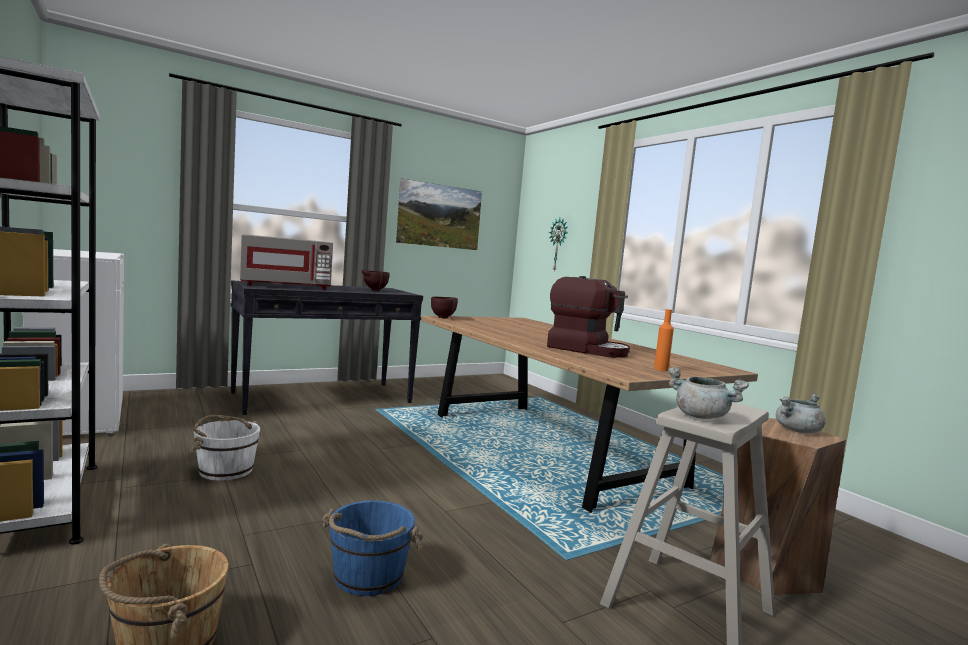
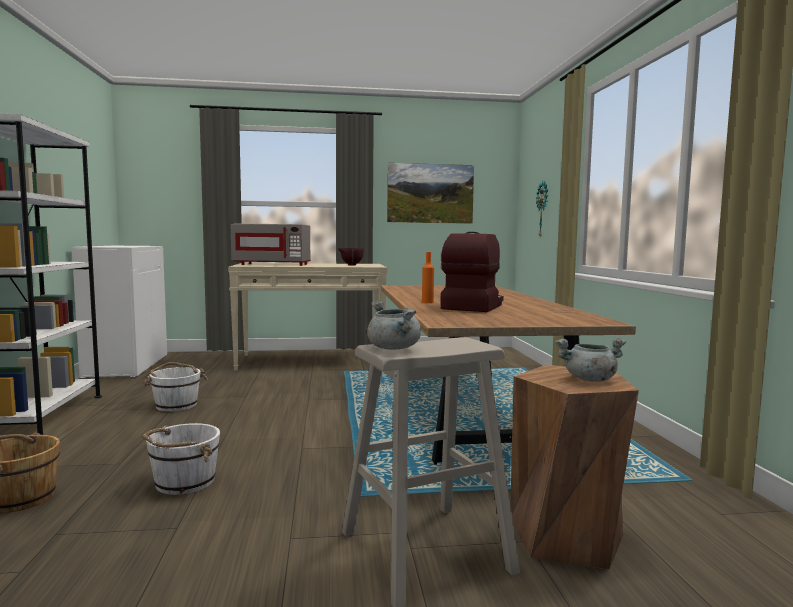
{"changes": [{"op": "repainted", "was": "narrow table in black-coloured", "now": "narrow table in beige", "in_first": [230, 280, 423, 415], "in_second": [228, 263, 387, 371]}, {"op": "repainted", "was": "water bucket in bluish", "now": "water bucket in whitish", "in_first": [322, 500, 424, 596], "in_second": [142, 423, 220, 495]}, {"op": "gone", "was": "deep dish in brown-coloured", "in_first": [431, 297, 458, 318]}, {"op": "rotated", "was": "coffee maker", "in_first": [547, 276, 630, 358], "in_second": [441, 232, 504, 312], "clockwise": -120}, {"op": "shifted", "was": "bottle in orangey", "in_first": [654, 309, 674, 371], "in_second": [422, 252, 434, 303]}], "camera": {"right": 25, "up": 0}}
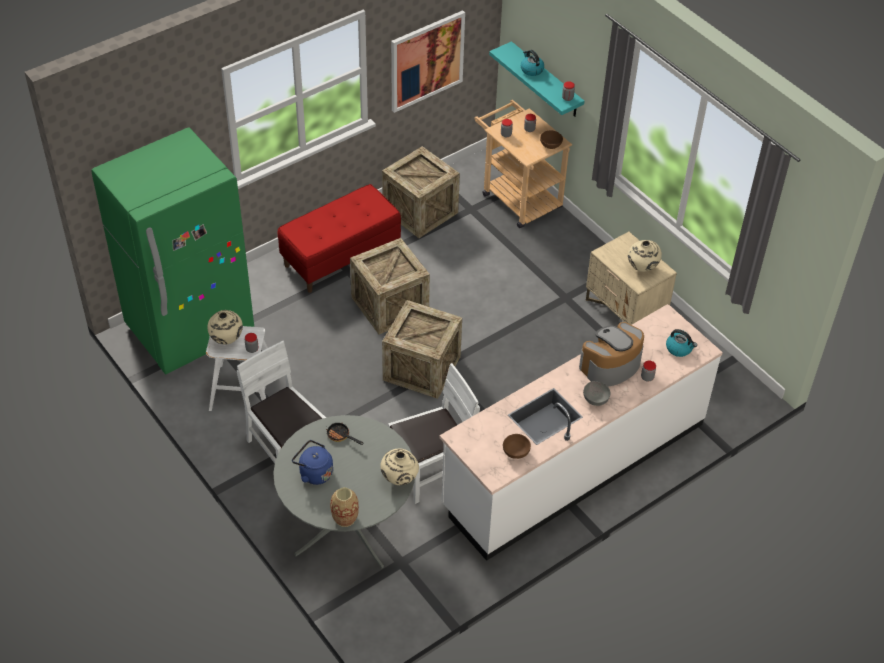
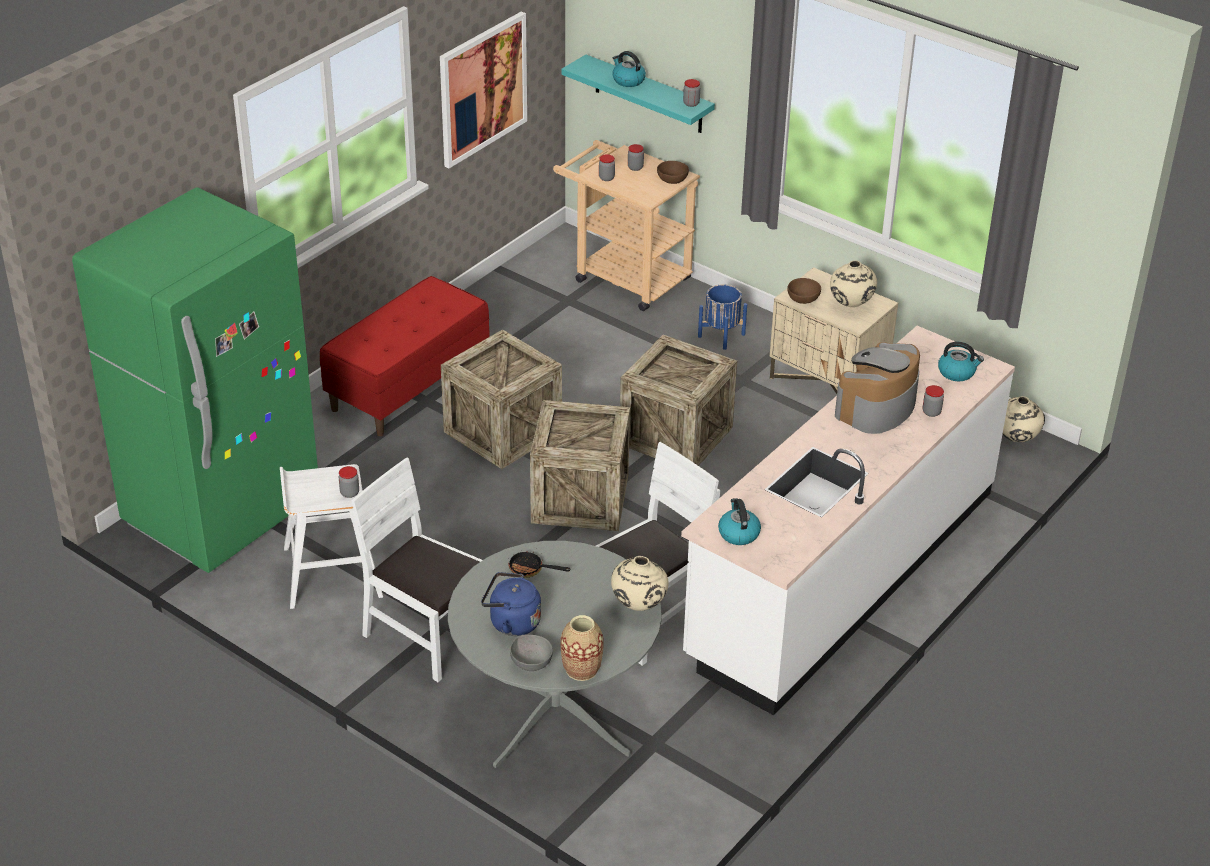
{"changes": [{"op": "shifted", "was": "vase in beige", "in_first": [207, 310, 243, 345], "in_second": [1003, 396, 1045, 442]}, {"op": "shifted", "was": "shipping crate", "in_first": [382, 146, 460, 238], "in_second": [620, 335, 737, 466]}, {"op": "shifted", "was": "deep dish in brown-coloured", "in_first": [503, 434, 531, 459], "in_second": [787, 278, 821, 304]}, {"op": "shifted", "was": "deep dish in grey", "in_first": [583, 381, 611, 406], "in_second": [510, 635, 553, 671]}, {"op": "new", "now": "plant pot in bluish", "in_second": [698, 284, 747, 350]}, {"op": "new", "now": "tea kettle", "in_second": [718, 498, 761, 545]}], "camera": {"right": -15, "up": -10}}
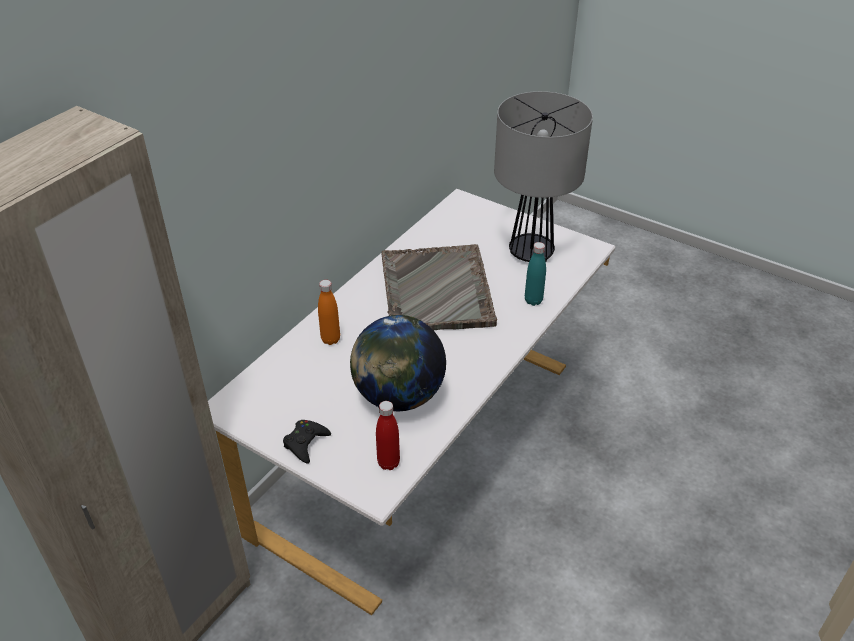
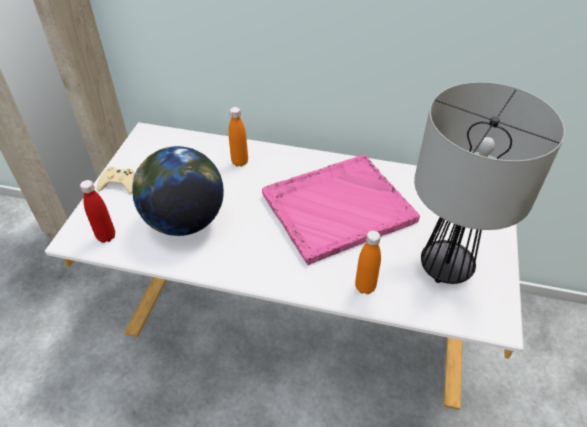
{"changes": [{"op": "repainted", "was": "game controller in black-coloured", "now": "game controller in beige", "in_first": [283, 420, 331, 464], "in_second": [97, 167, 135, 194]}, {"op": "repainted", "was": "serving tray in grey", "now": "serving tray in pink", "in_first": [381, 244, 497, 331], "in_second": [262, 155, 420, 265]}, {"op": "repainted", "was": "bottle in turquoise", "now": "bottle in orangey", "in_first": [525, 242, 546, 306], "in_second": [355, 231, 381, 294]}], "camera": {"right": 70, "up": 5}}
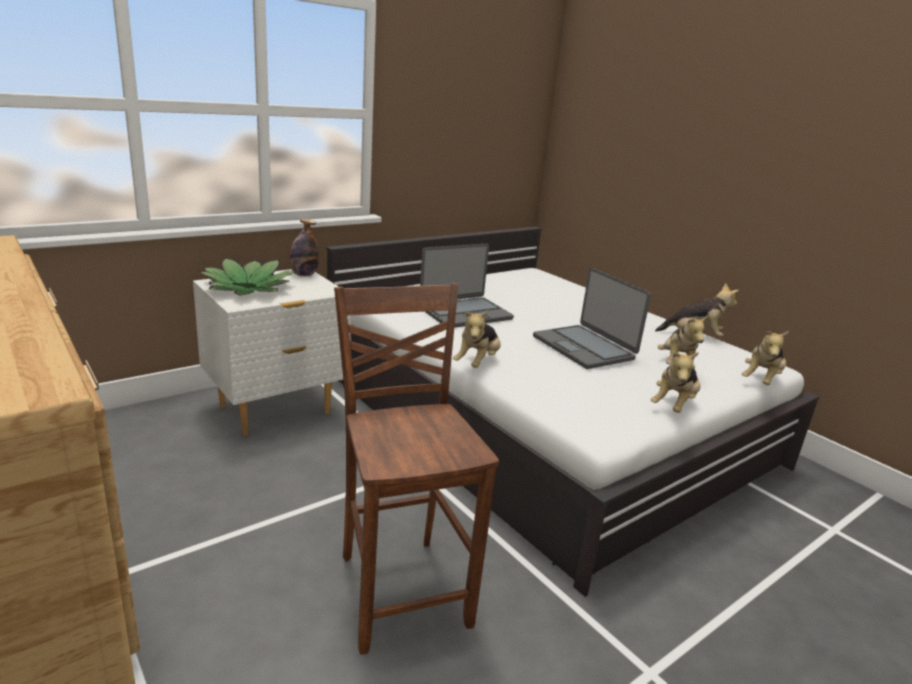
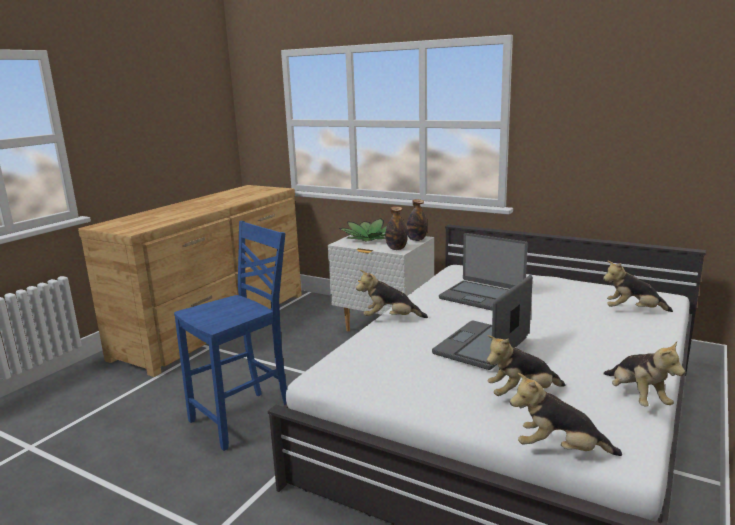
{"changes": [{"op": "repainted", "was": "plain chair in brown-coloured", "now": "plain chair in bluish", "in_first": [334, 283, 499, 655], "in_second": [174, 221, 287, 451]}, {"op": "shifted", "was": "soft toy", "in_first": [651, 352, 701, 413], "in_second": [603, 260, 673, 312]}, {"op": "new", "now": "bottle", "in_second": [385, 206, 408, 250]}], "camera": {"right": 70, "up": -5}}
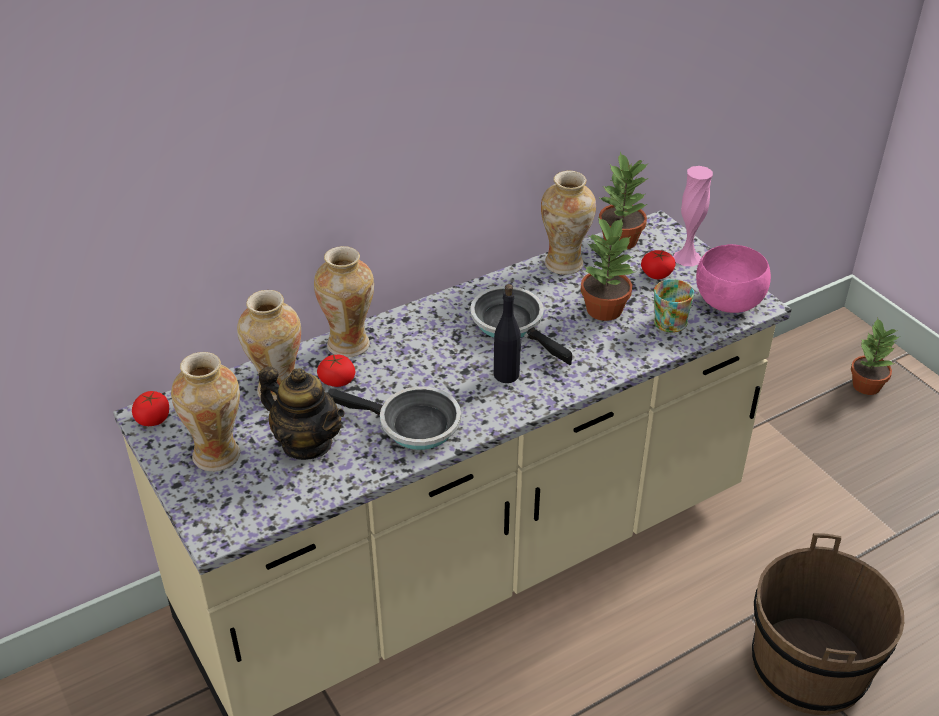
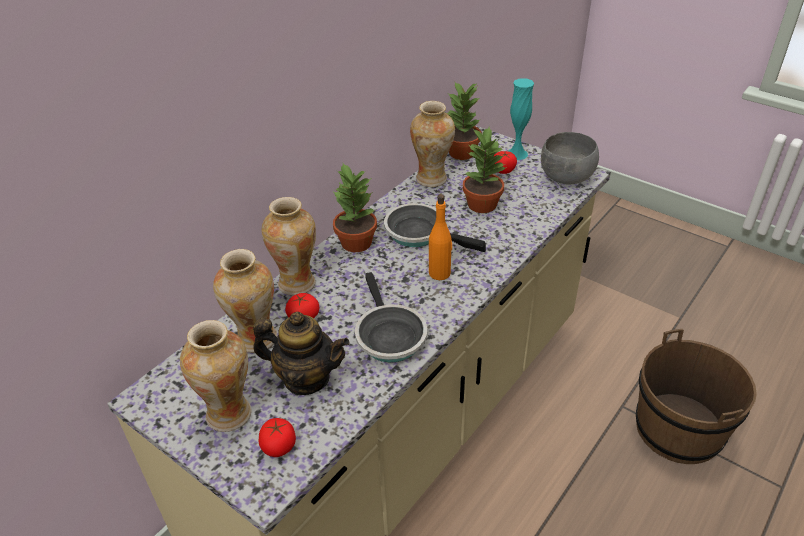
{"changes": [{"op": "shifted", "was": "fresh tomato", "in_first": [132, 391, 169, 426], "in_second": [259, 418, 296, 457]}, {"op": "rotated", "was": "frying pan", "in_first": [327, 387, 461, 450], "in_second": [355, 272, 427, 362], "clockwise": 75}, {"op": "repainted", "was": "bottle in black-coloured", "now": "bottle in orangey", "in_first": [494, 284, 522, 383], "in_second": [429, 194, 452, 280]}, {"op": "gone", "was": "tea mug", "in_first": [654, 279, 694, 333]}, {"op": "repainted", "was": "vase in pink", "now": "vase in turquoise", "in_first": [673, 166, 713, 266], "in_second": [508, 78, 534, 160]}, {"op": "repainted", "was": "deep dish in pink", "now": "deep dish in grey", "in_first": [696, 244, 771, 313], "in_second": [541, 132, 599, 185]}, {"op": "shifted", "was": "potted plant", "in_first": [851, 318, 899, 395], "in_second": [332, 163, 377, 252]}], "camera": {"right": -20, "up": 0}}
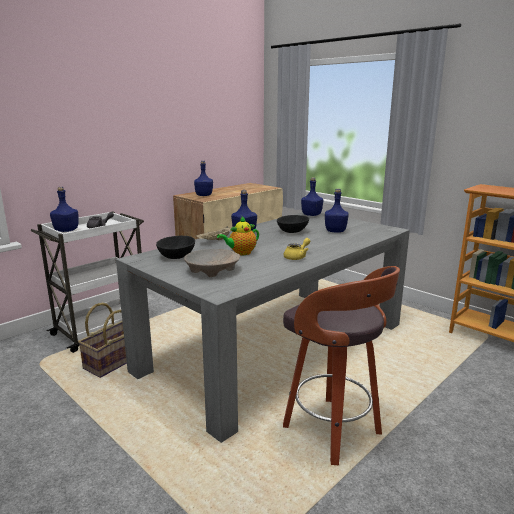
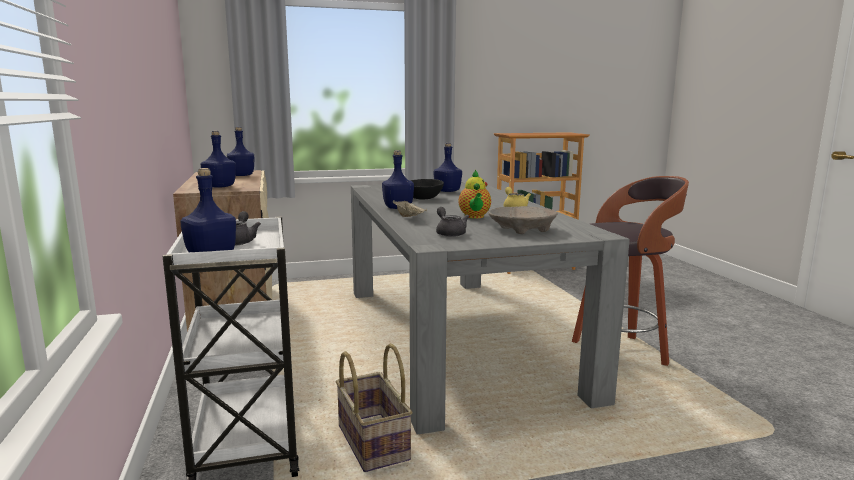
{"changes": [{"op": "swapped", "was": "deep dish in black-coloured", "now": "pot for tea in grey", "in_first": [156, 236, 195, 259], "in_second": [436, 207, 469, 237]}, {"op": "shifted", "was": "bottle in bluish", "in_first": [301, 178, 324, 216], "in_second": [227, 127, 254, 176]}], "camera": {"right": -60, "up": -5}}
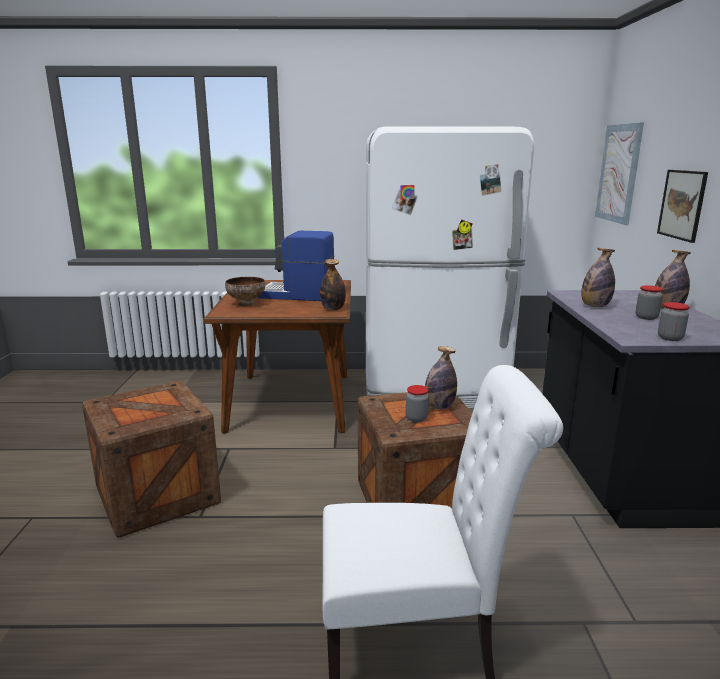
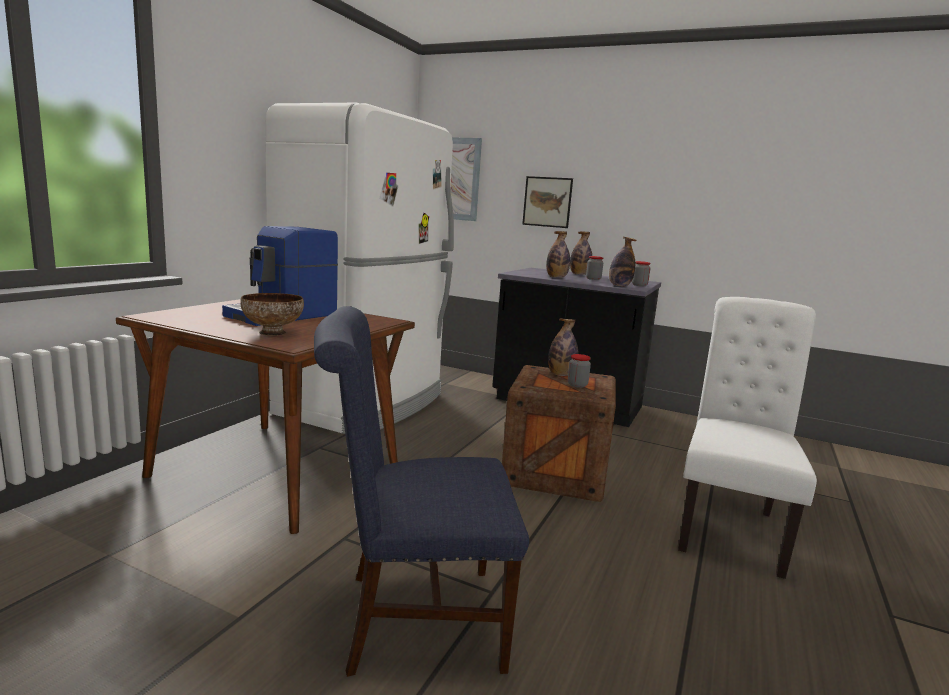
{"changes": [{"op": "swapped", "was": "shipping crate", "now": "plain chair in bluish", "in_first": [82, 381, 221, 538], "in_second": [314, 306, 529, 677]}, {"op": "shifted", "was": "bottle", "in_first": [320, 259, 346, 310], "in_second": [609, 237, 636, 287]}], "camera": {"right": -65, "up": -5}}
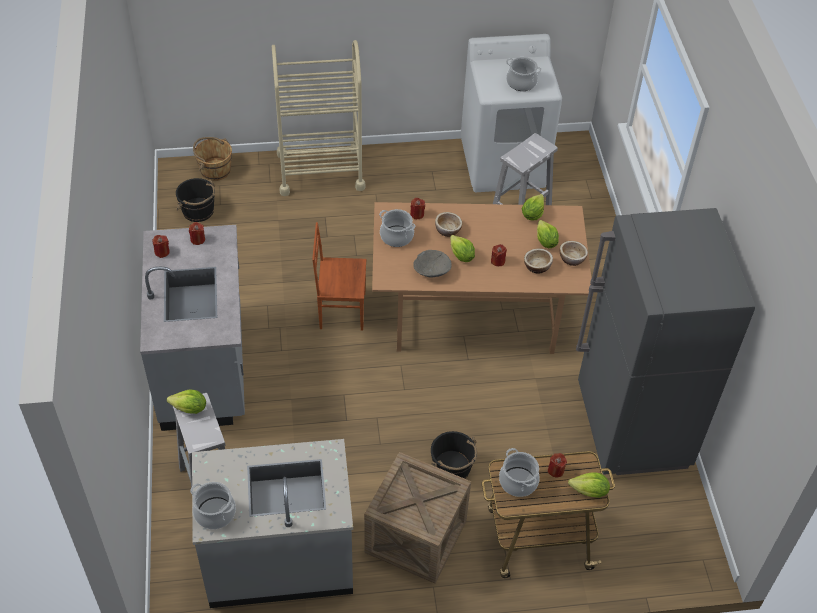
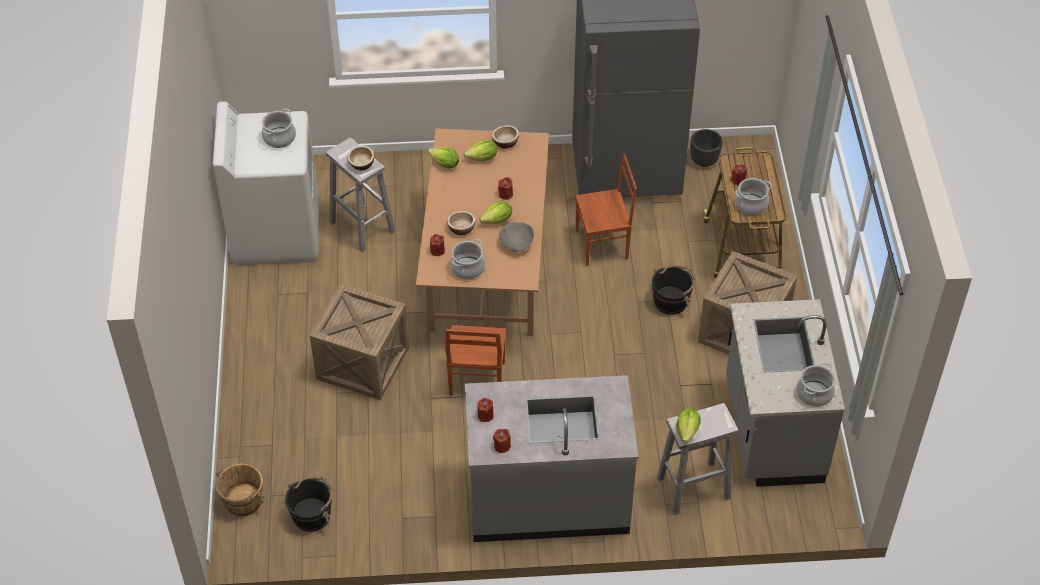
{"changes": [{"op": "gone", "was": "trolley in beige", "in_first": [272, 40, 365, 196]}, {"op": "shifted", "was": "deep dish", "in_first": [524, 248, 553, 273], "in_second": [347, 145, 374, 170]}, {"op": "gone", "was": "lettuce head", "in_first": [568, 472, 610, 498]}, {"op": "new", "now": "shipping crate", "in_second": [310, 284, 409, 400]}, {"op": "new", "now": "plain chair in brown-coloured", "in_second": [575, 153, 637, 266]}, {"op": "new", "now": "plant pot in black-coloured", "in_second": [690, 129, 723, 167]}], "camera": {"right": -85, "up": 0}}
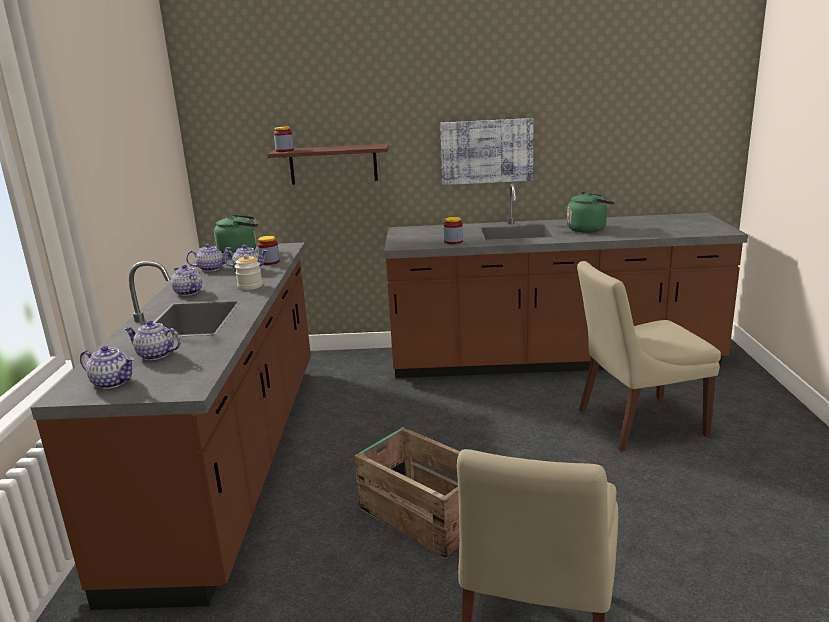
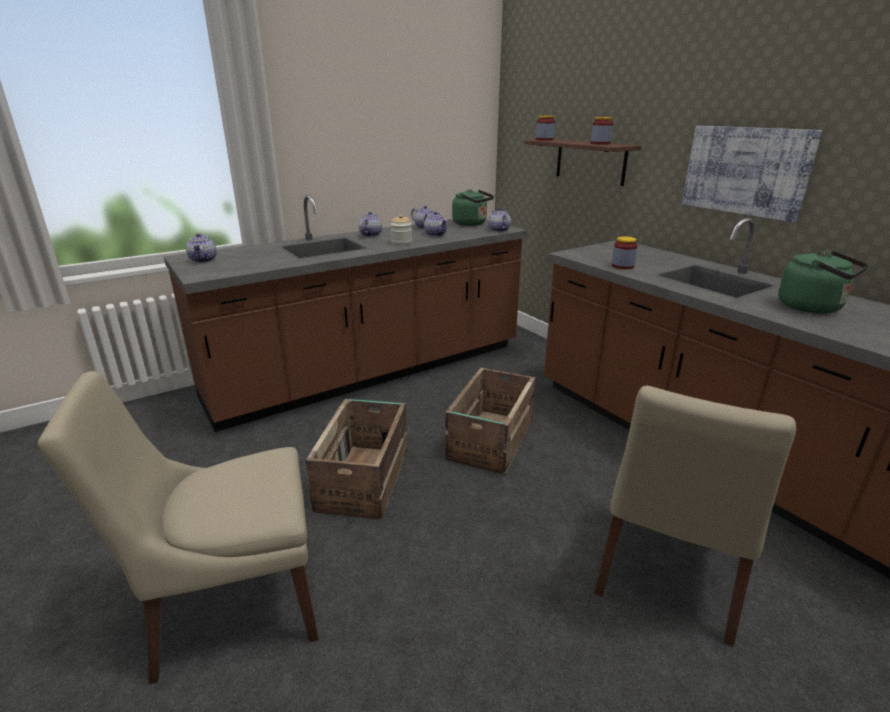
{"changes": [{"op": "shifted", "was": "pot for tea", "in_first": [124, 320, 181, 360], "in_second": [488, 208, 511, 232]}, {"op": "shifted", "was": "storage jar", "in_first": [257, 236, 280, 265], "in_second": [591, 117, 613, 145]}, {"op": "rotated", "was": "plain chair in beige", "in_first": [577, 261, 721, 452], "in_second": [594, 386, 796, 647], "clockwise": -105}, {"op": "new", "now": "shipping crate", "in_second": [446, 368, 535, 474]}], "camera": {"right": 55, "up": 5}}
